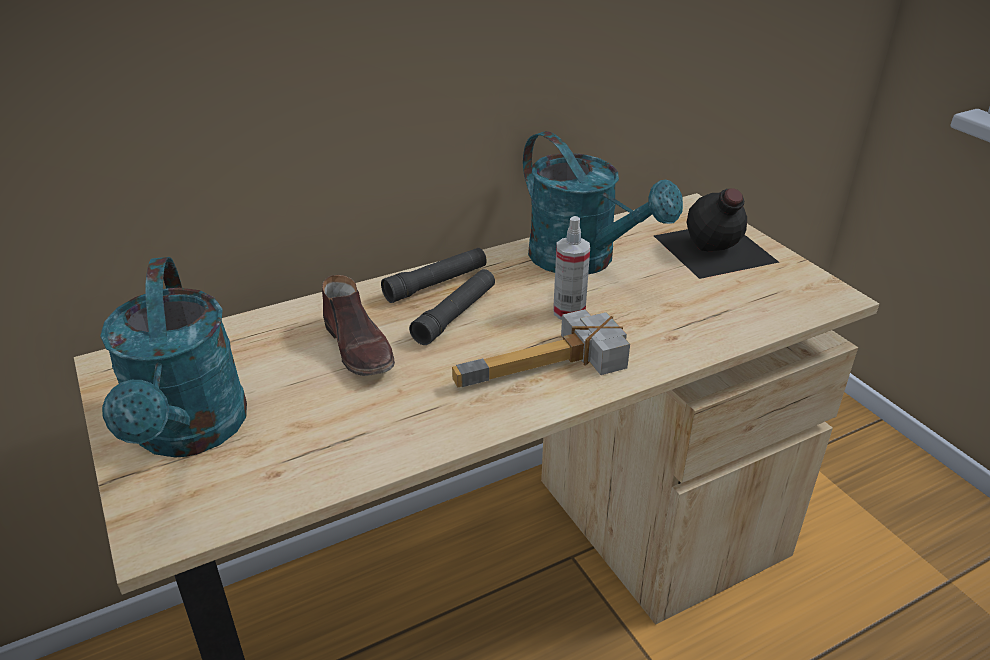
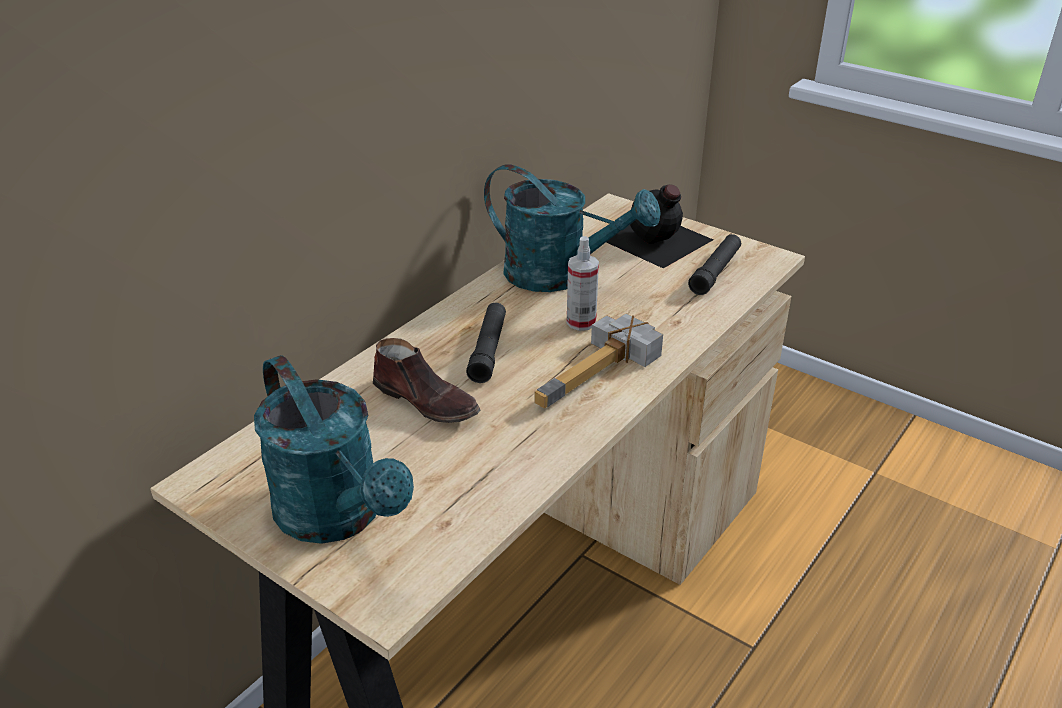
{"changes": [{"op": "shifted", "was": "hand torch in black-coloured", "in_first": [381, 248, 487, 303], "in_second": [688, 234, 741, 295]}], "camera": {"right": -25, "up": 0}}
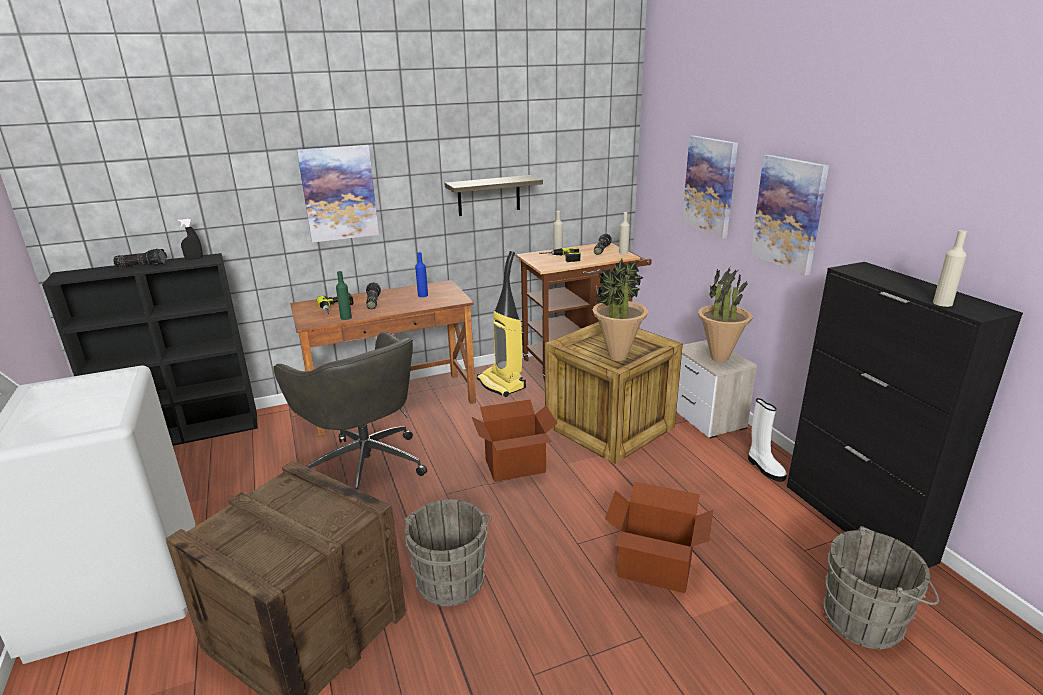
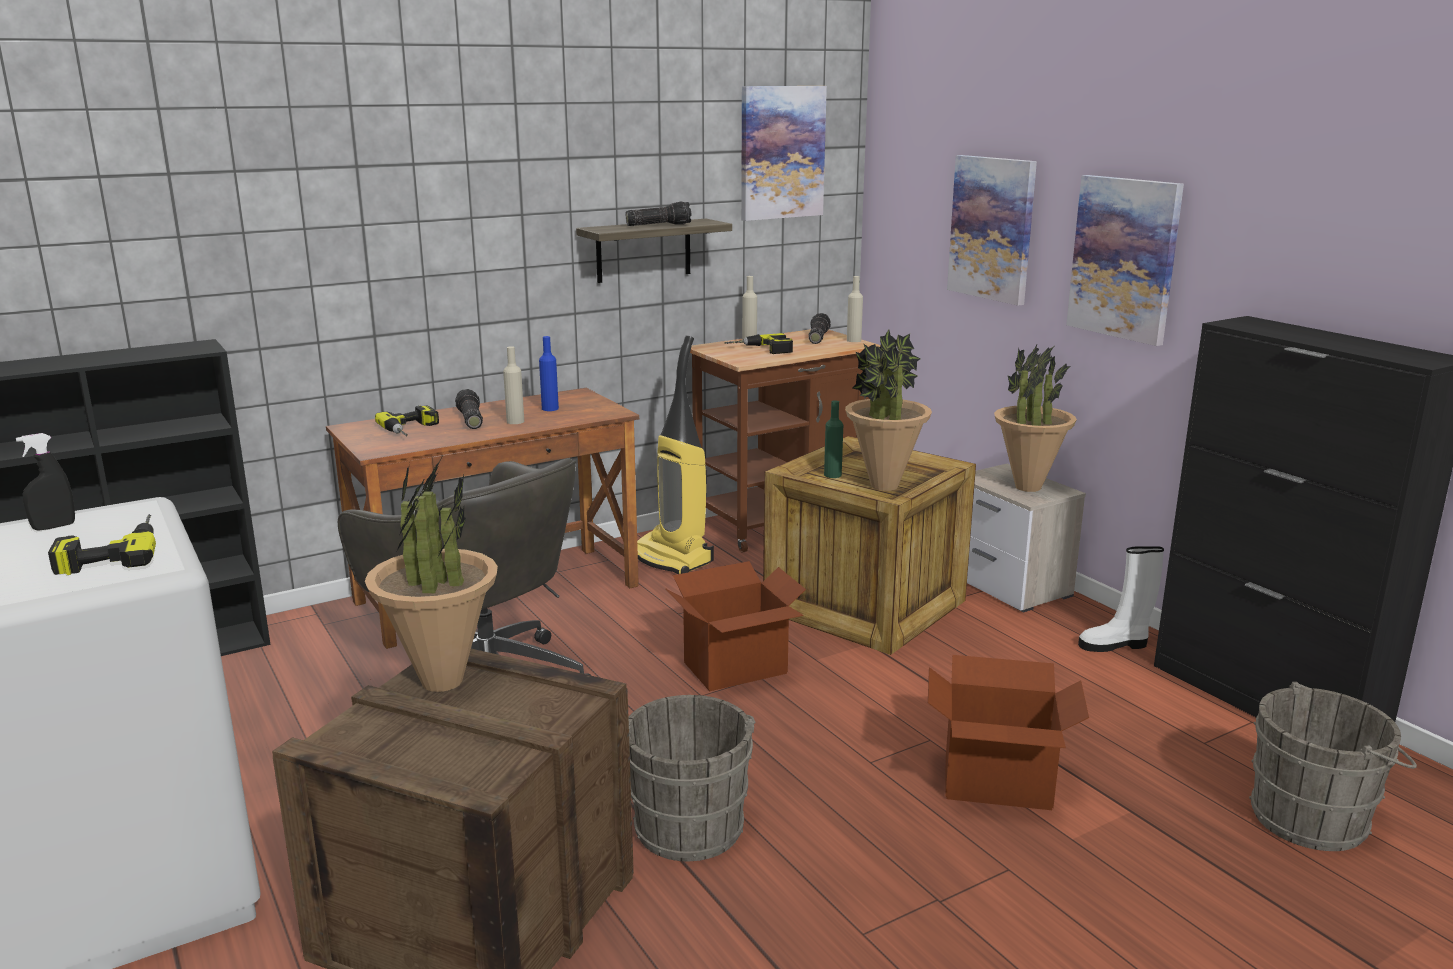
{"changes": [{"op": "shifted", "was": "hand torch", "in_first": [113, 249, 167, 267], "in_second": [626, 201, 691, 226]}, {"op": "shifted", "was": "spray bottle in black-coloured", "in_first": [177, 218, 203, 260], "in_second": [16, 433, 75, 531]}, {"op": "shifted", "was": "wall art", "in_first": [297, 145, 379, 243], "in_second": [741, 86, 827, 221]}, {"op": "shifted", "was": "bottle in green-coloured", "in_first": [336, 271, 352, 320], "in_second": [824, 400, 843, 478]}, {"op": "rotated", "was": "tall boot in whitish", "in_first": [748, 398, 787, 482], "in_second": [1078, 546, 1164, 652], "clockwise": 120}, {"op": "shifted", "was": "bottle in beige", "in_first": [933, 230, 967, 307], "in_second": [503, 346, 524, 424]}, {"op": "new", "now": "power drill", "in_second": [48, 514, 156, 575]}, {"op": "new", "now": "potted plant", "in_second": [365, 459, 498, 692]}], "camera": {"right": -10, "up": -5}}
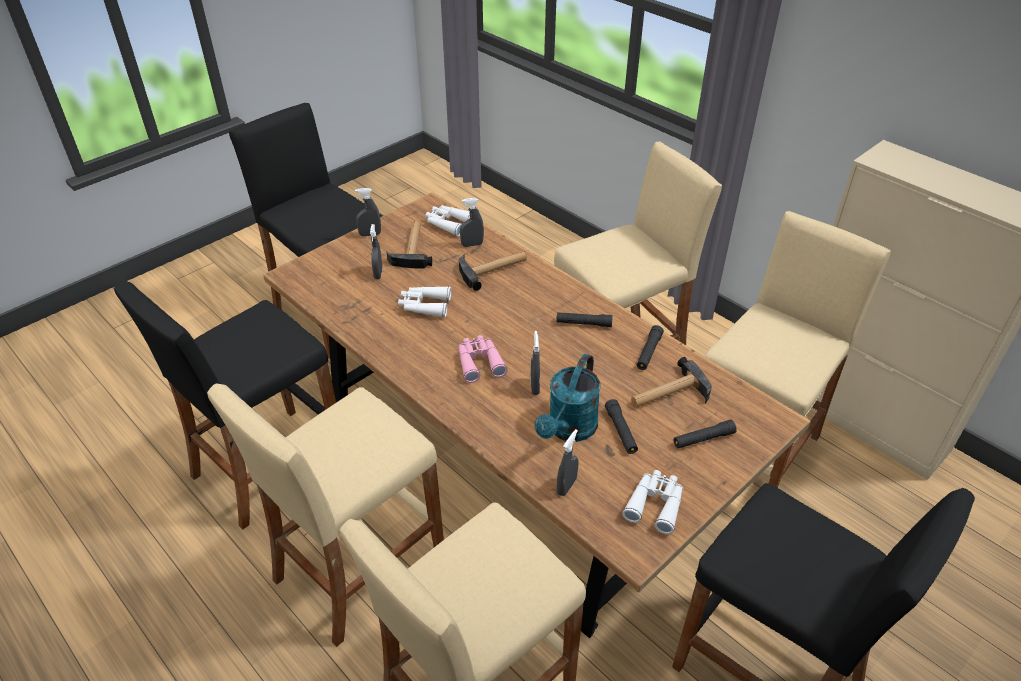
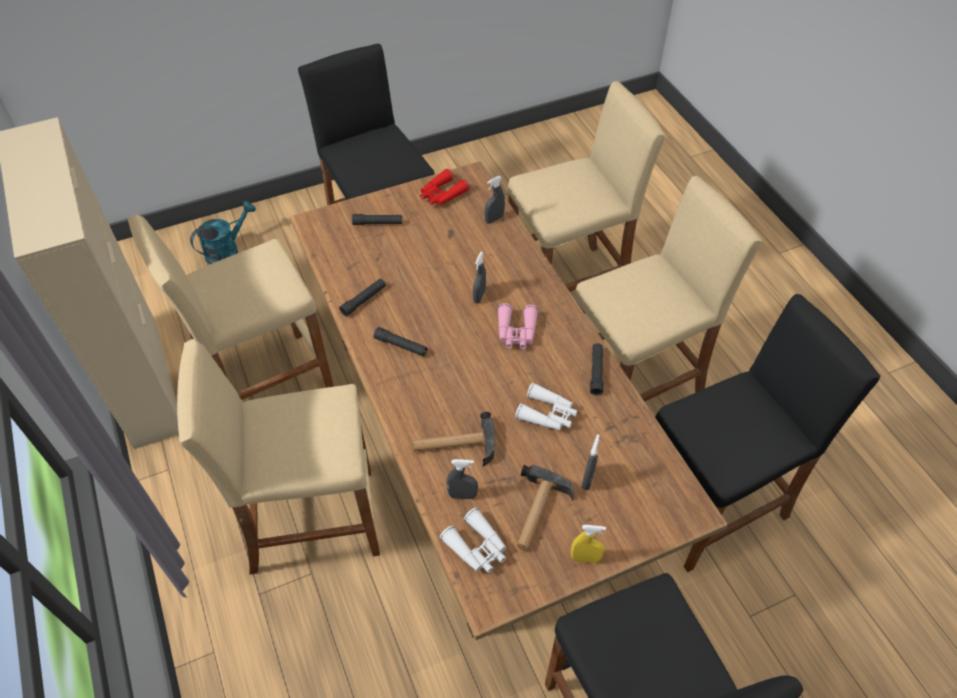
{"changes": [{"op": "repainted", "was": "spray bottle in grey", "now": "spray bottle in yellowish", "in_first": [355, 188, 381, 237], "in_second": [571, 525, 606, 563]}, {"op": "shifted", "was": "watering can in turquoise", "in_first": [535, 354, 600, 442], "in_second": [190, 201, 256, 264]}, {"op": "shifted", "was": "hand torch in black-coloured", "in_first": [605, 399, 638, 454], "in_second": [590, 343, 603, 396]}, {"op": "repainted", "was": "field glasses in whitish", "now": "field glasses in red-coloured", "in_first": [622, 470, 683, 534], "in_second": [420, 169, 470, 205]}, {"op": "gone", "was": "hand hammer", "in_first": [631, 357, 712, 408]}], "camera": {"right": -160, "up": 10}}
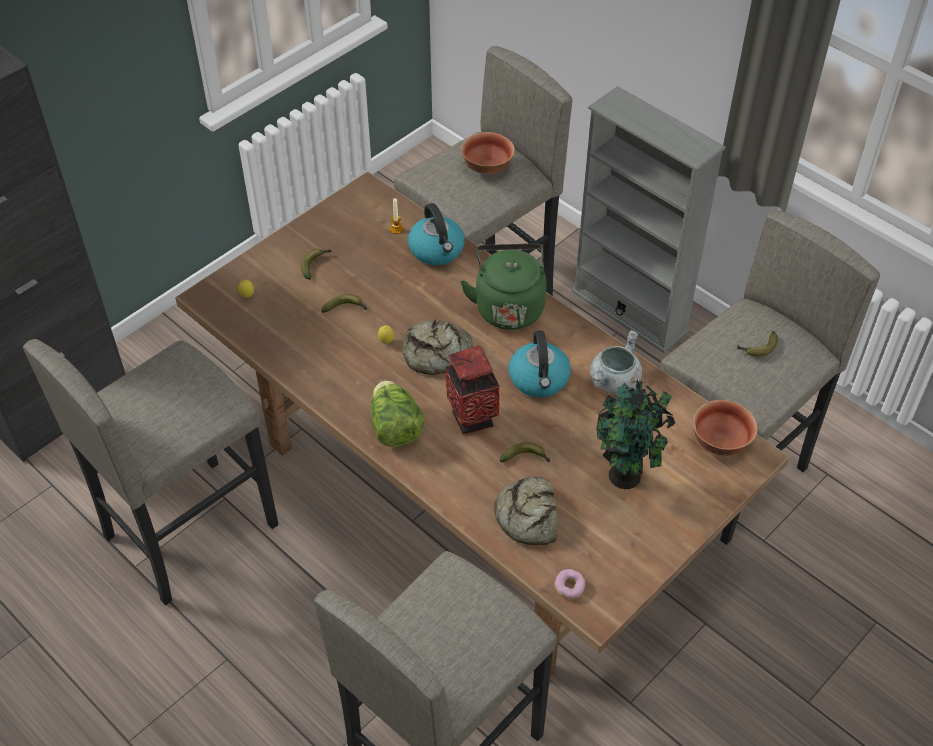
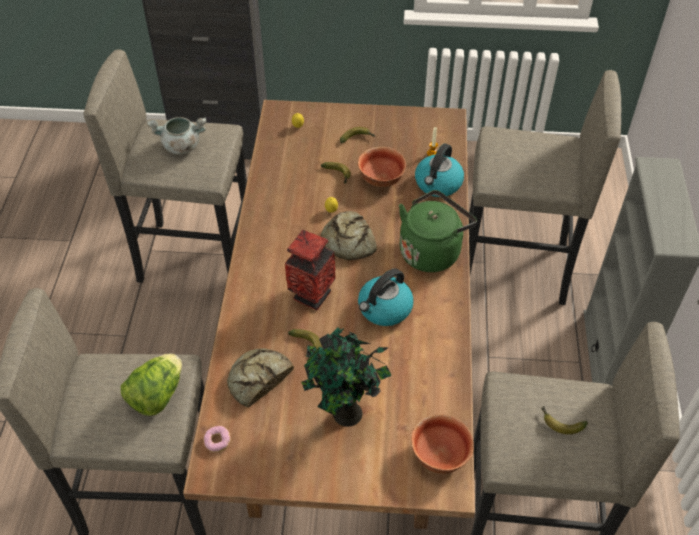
{"changes": [{"op": "shifted", "was": "lettuce head", "in_first": [371, 381, 424, 447], "in_second": [121, 354, 182, 416]}, {"op": "shifted", "was": "deep dish", "in_first": [461, 132, 515, 174], "in_second": [358, 147, 406, 187]}, {"op": "shifted", "was": "saucepot in grey", "in_first": [590, 330, 642, 395], "in_second": [147, 117, 206, 154]}], "camera": {"right": 50, "up": 0}}
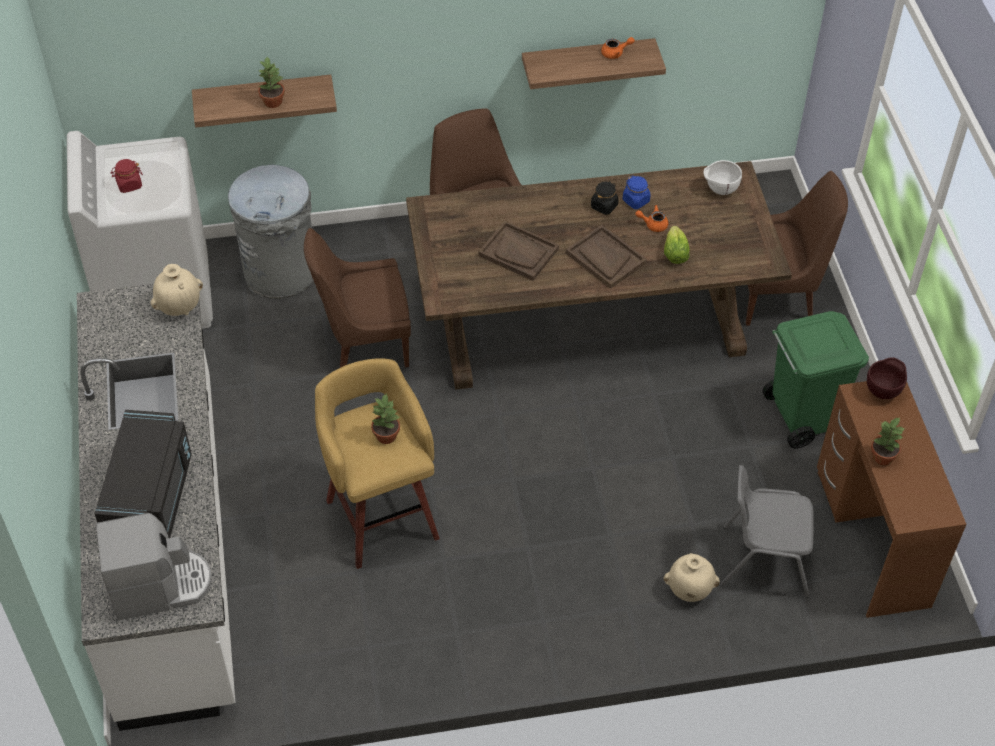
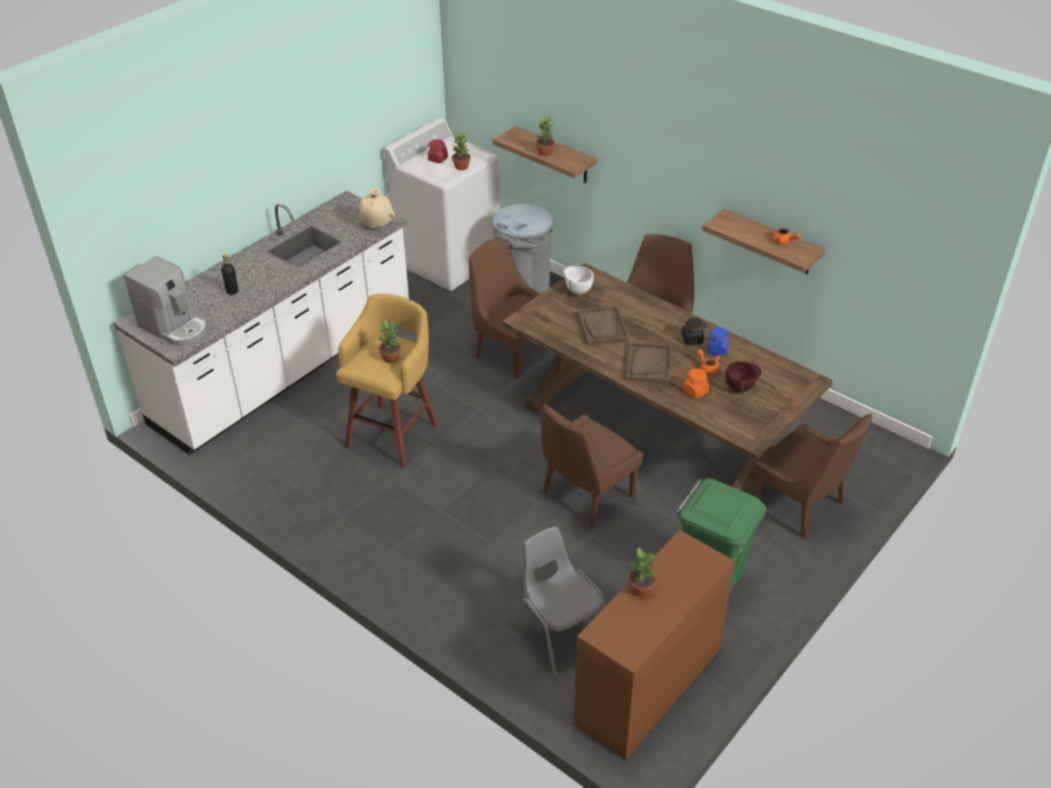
{"changes": [{"op": "swapped", "was": "kitchen microwave in black-coloured", "now": "bottle in black-coloured", "in_first": [94, 410, 192, 538], "in_second": [221, 254, 238, 295]}, {"op": "swapped", "was": "lettuce head", "now": "storage jar in orangey", "in_first": [664, 226, 690, 264], "in_second": [684, 368, 709, 399]}, {"op": "gone", "was": "vase in beige", "in_first": [664, 553, 720, 602]}, {"op": "shifted", "was": "deep dish in whitish", "in_first": [703, 160, 742, 195], "in_second": [564, 266, 594, 295]}, {"op": "shifted", "was": "deep dish in brown-coloured", "in_first": [867, 357, 907, 399], "in_second": [726, 361, 761, 392]}, {"op": "new", "now": "potted plant", "in_second": [452, 130, 471, 170]}, {"op": "new", "now": "plain chair in brown-coloured", "in_second": [541, 404, 643, 527]}], "camera": {"right": 50, "up": -10}}
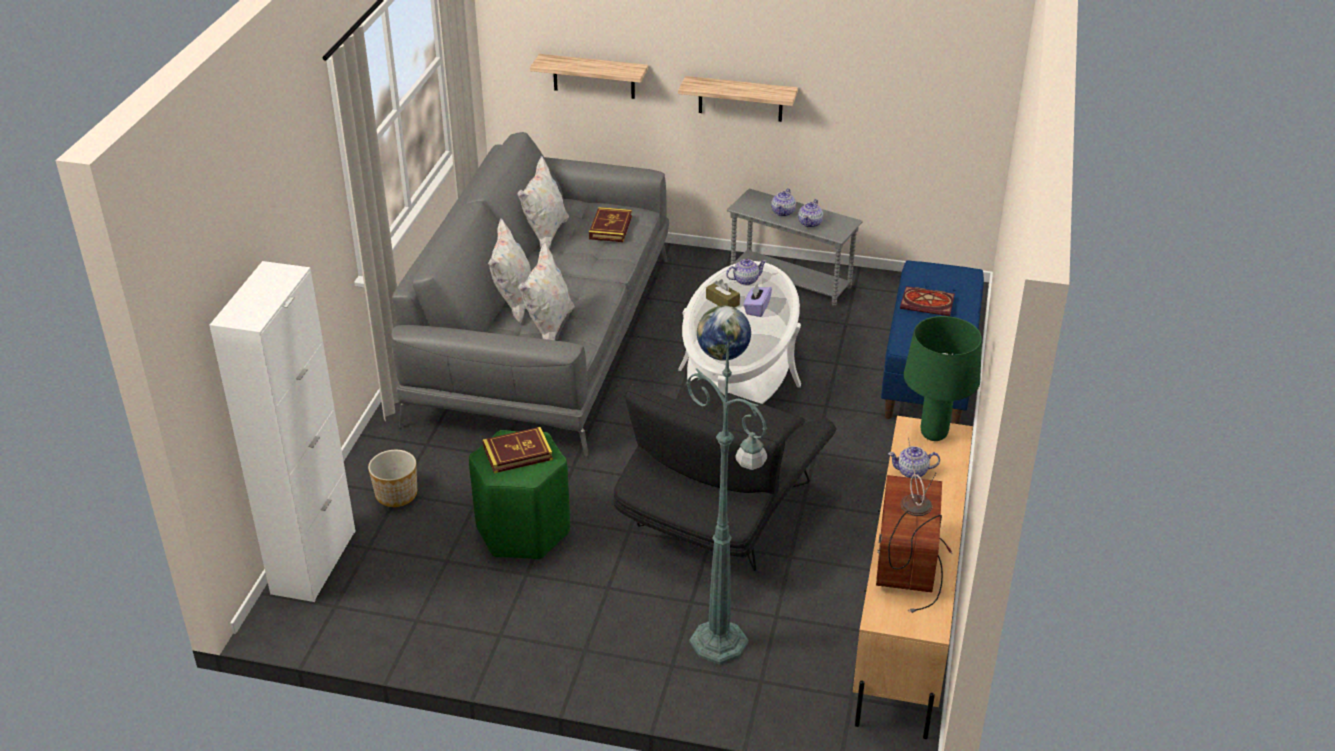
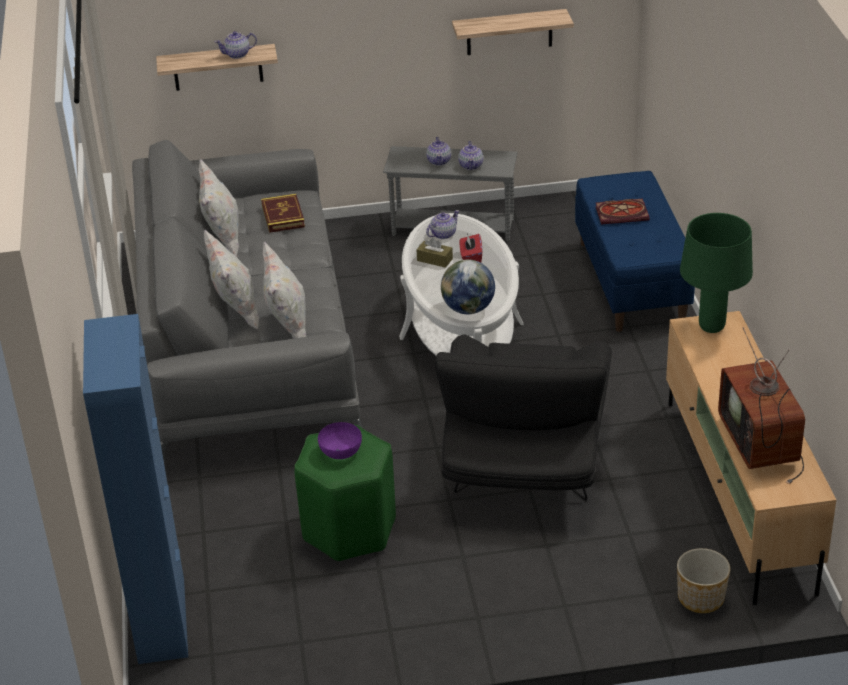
{"changes": [{"op": "repainted", "was": "storage cabinet in whitish", "now": "storage cabinet in bluish", "in_first": [210, 261, 356, 602], "in_second": [83, 314, 188, 664]}, {"op": "shifted", "was": "plant pot", "in_first": [368, 450, 417, 507], "in_second": [677, 548, 730, 613]}, {"op": "swapped", "was": "book", "now": "deep dish in purplish", "in_first": [483, 427, 553, 473], "in_second": [318, 422, 362, 459]}, {"op": "shifted", "was": "bracket shelf", "in_first": [678, 76, 798, 122], "in_second": [452, 9, 574, 55]}, {"op": "gone", "was": "standard lamp in green-coloured", "in_first": [687, 343, 767, 665]}, {"op": "repainted", "was": "tissue holder in purplish", "now": "tissue holder in red-coloured", "in_first": [743, 284, 772, 317], "in_second": [460, 233, 482, 263]}, {"op": "shifted", "was": "pot for tea", "in_first": [888, 446, 940, 478], "in_second": [215, 31, 257, 59]}], "camera": {"right": -20, "up": 0}}
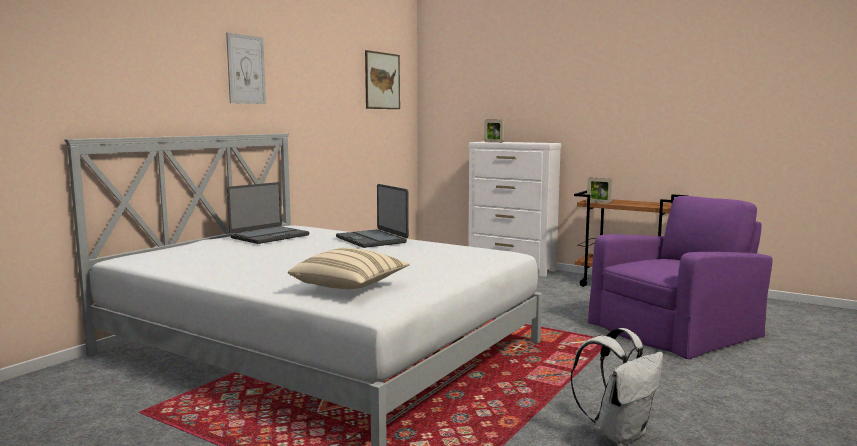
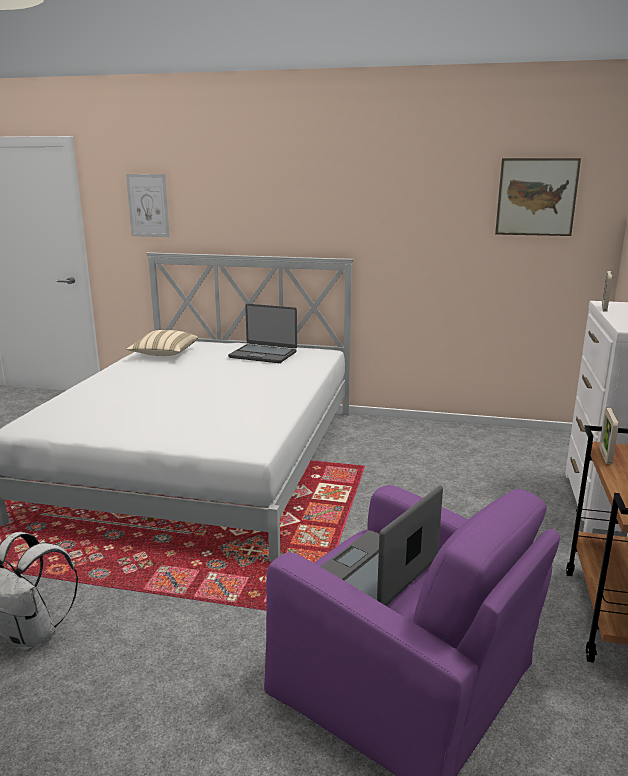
{"changes": [{"op": "shifted", "was": "wall art", "in_first": [226, 33, 266, 104], "in_second": [126, 174, 170, 237]}, {"op": "shifted", "was": "throw pillow in beige", "in_first": [288, 248, 409, 289], "in_second": [127, 330, 198, 356]}, {"op": "shifted", "was": "laptop", "in_first": [336, 184, 409, 248], "in_second": [320, 485, 443, 606]}], "camera": {"right": 70, "up": 10}}
